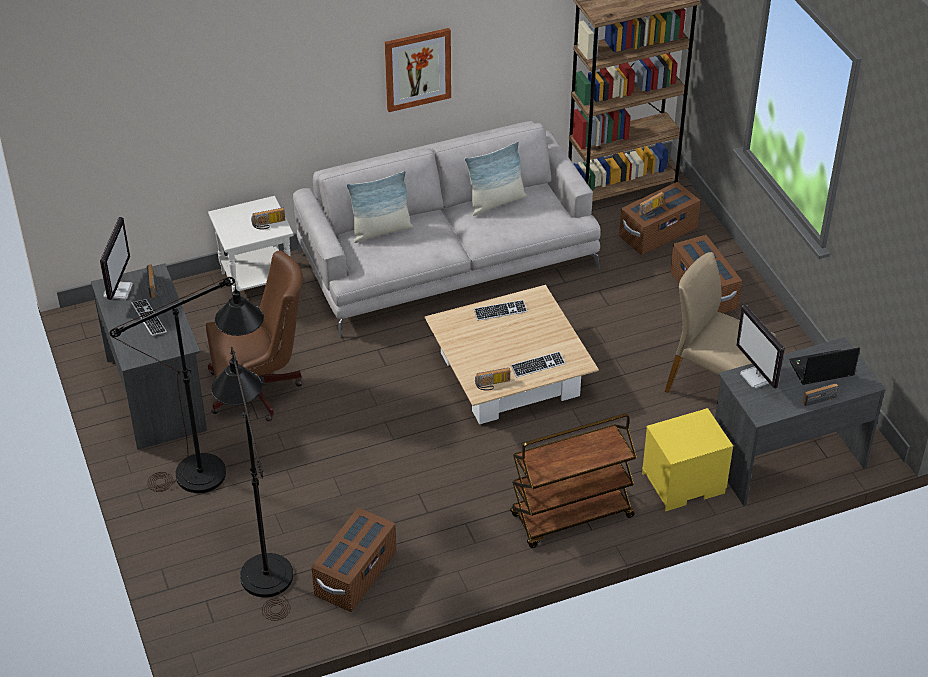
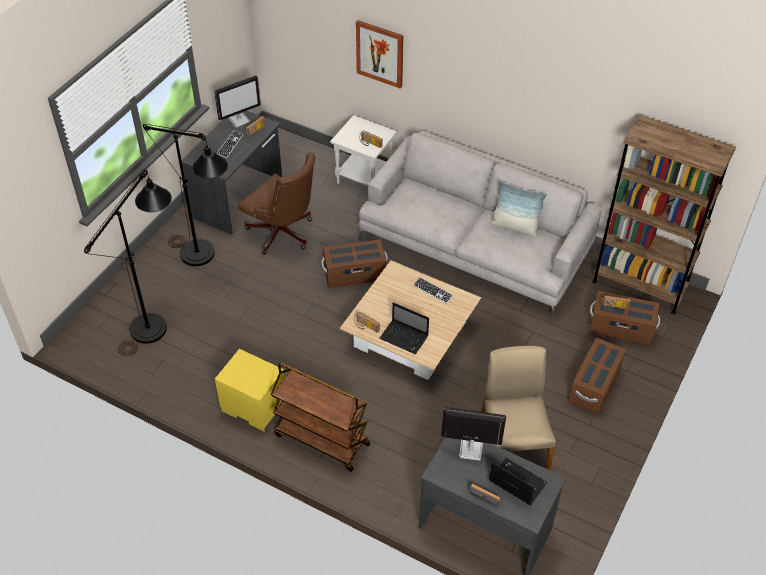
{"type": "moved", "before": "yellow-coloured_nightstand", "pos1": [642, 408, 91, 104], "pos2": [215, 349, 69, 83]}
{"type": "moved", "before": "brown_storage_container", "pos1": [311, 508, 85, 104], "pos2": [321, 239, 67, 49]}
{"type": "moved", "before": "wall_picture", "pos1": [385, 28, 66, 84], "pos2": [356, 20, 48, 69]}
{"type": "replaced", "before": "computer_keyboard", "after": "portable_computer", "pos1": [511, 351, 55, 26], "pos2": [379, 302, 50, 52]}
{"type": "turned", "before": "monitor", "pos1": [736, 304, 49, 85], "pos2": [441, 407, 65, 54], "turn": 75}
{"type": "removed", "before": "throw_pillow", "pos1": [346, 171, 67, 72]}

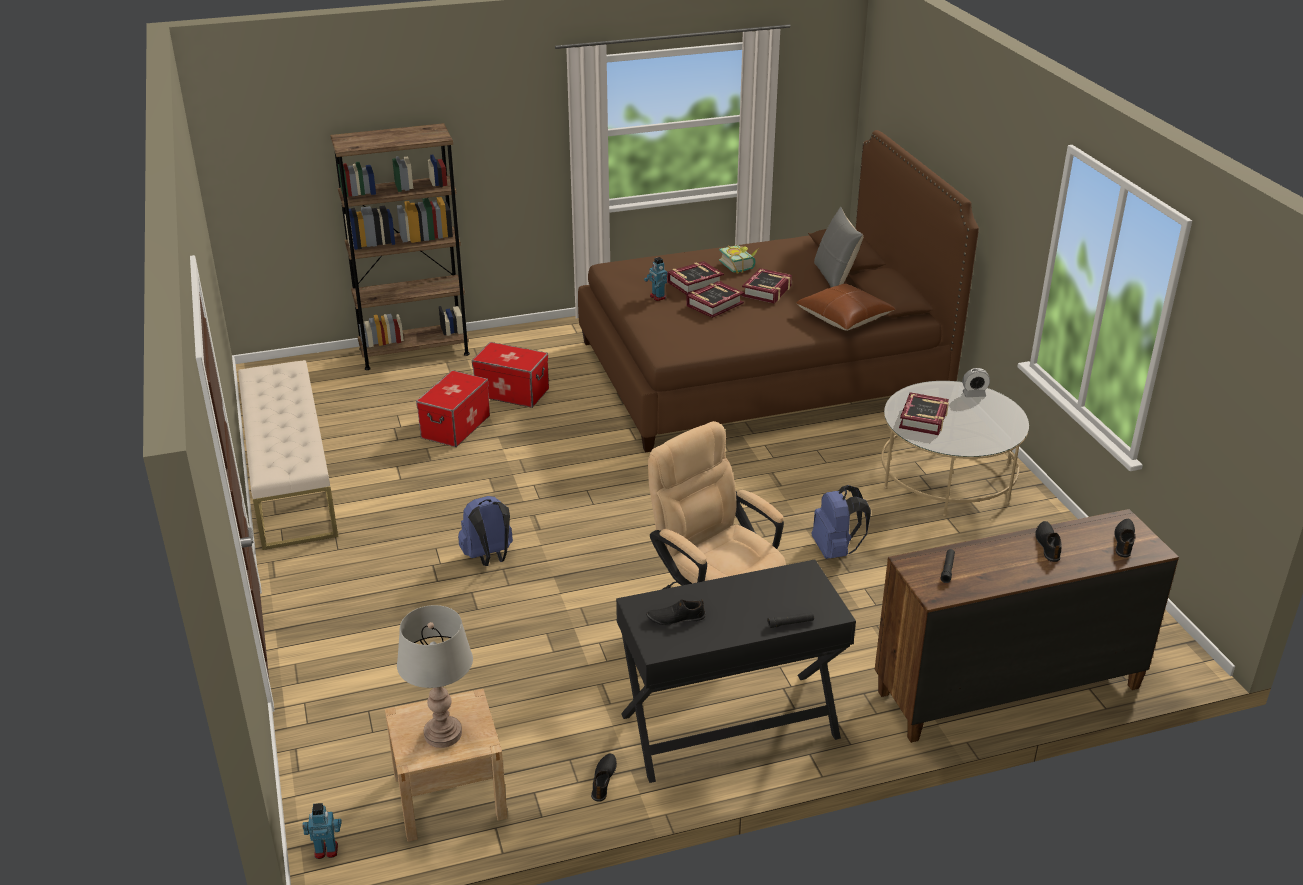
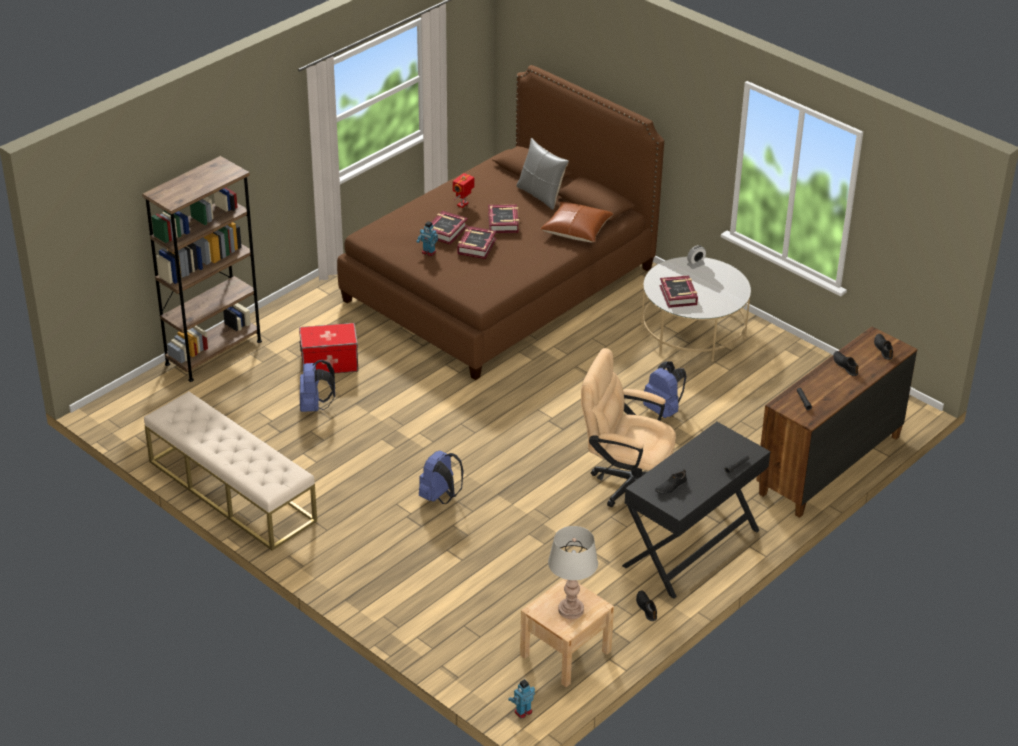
{"type": "replaced", "before": "storage_container", "after": "blue-coloured_knapsack", "pos1": [416, 370, 74, 77], "pos2": [300, 360, 35, 52]}
{"type": "replaced", "before": "book", "after": "model_robot", "pos1": [719, 245, 40, 29], "pos2": [453, 173, 21, 35]}

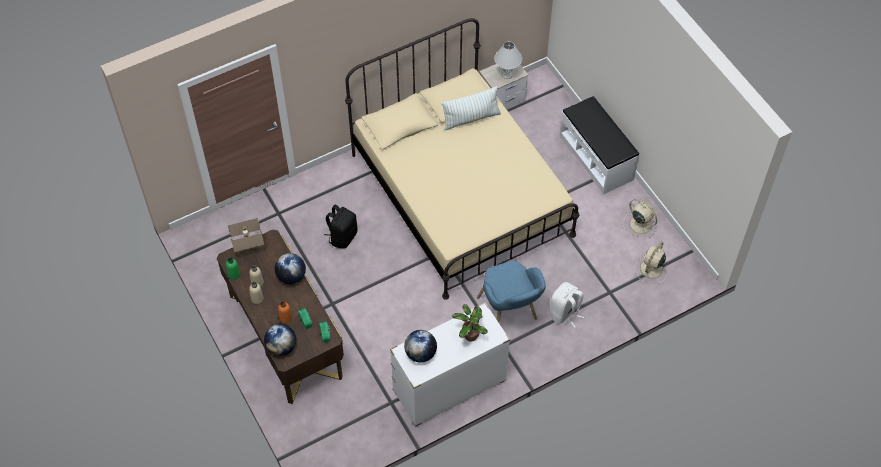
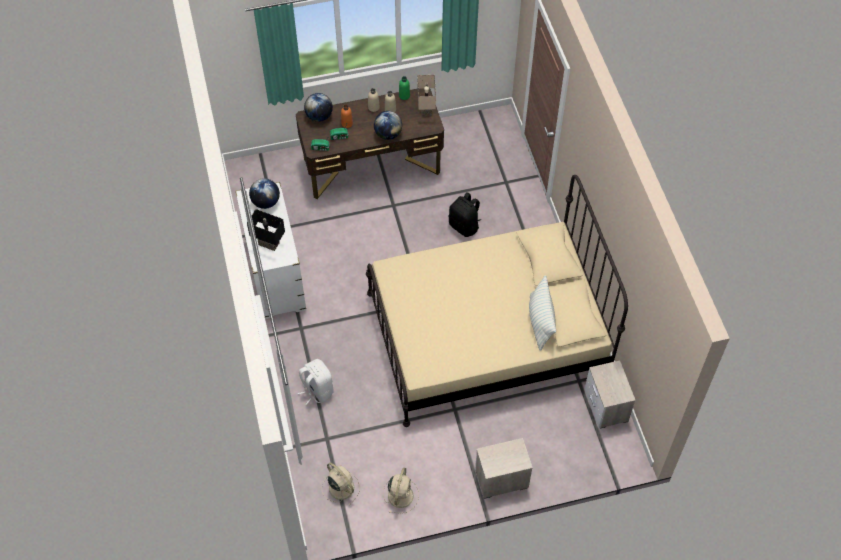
{"type": "replaced", "before": "houseplant", "after": "blackish_tabletop_lamp", "pos1": [452, 304, 36, 38], "pos2": [247, 209, 38, 42]}
{"type": "turned", "before": "sand-coloured_cooling_fan", "pos1": [623, 199, 34, 39], "pos2": [383, 468, 36, 45], "turn": -45}
{"type": "replaced", "before": "whitish_indoor_bench", "after": "nightstand", "pos1": [560, 96, 79, 99], "pos2": [475, 438, 58, 61]}
{"type": "removed", "before": "blue-coloured_easy_chair", "pos1": [477, 260, 69, 63]}
{"type": "removed", "before": "whitish_tabletop_lamp", "pos1": [494, 41, 28, 38]}

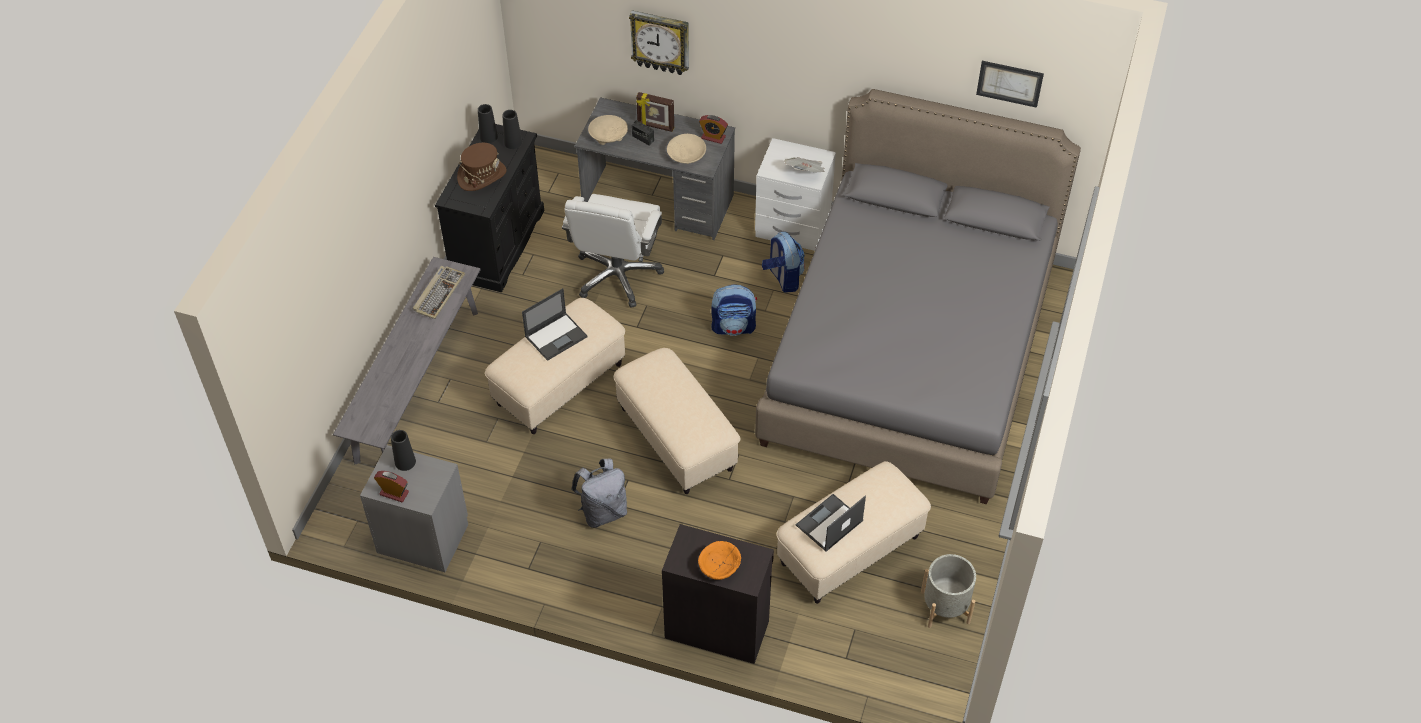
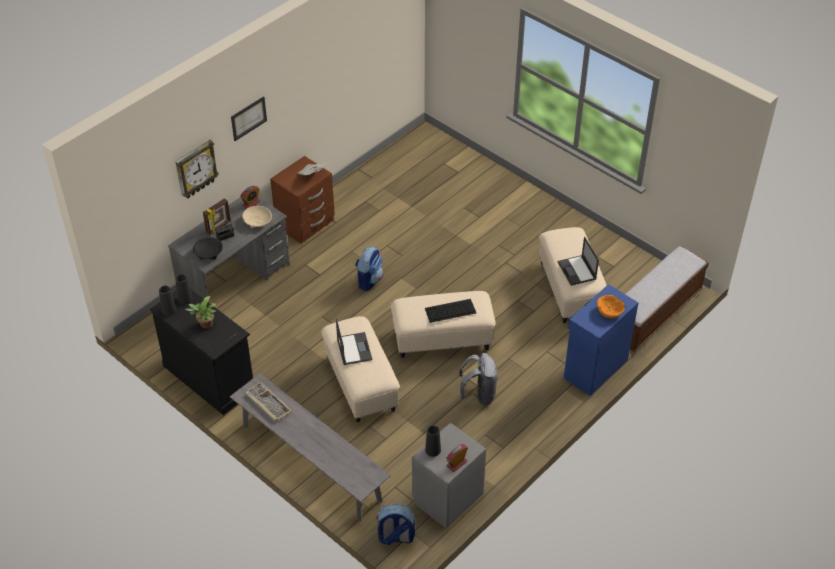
{"type": "replaced", "before": "brown_clothing_hat", "after": "houseplant", "pos1": [457, 143, 50, 48], "pos2": [185, 296, 32, 33]}
{"type": "recoloured", "before": "sand-coloured_serving_bowl", "after": "blackish_serving_bowl", "pos1": [588, 115, 40, 30], "pos2": [193, 237, 30, 23]}
{"type": "moved", "before": "wall_picture", "pos1": [976, 61, 68, 47], "pos2": [231, 96, 36, 45]}
{"type": "recoloured", "before": "whitish_nightstand", "after": "brown_nightstand", "pos1": [755, 138, 81, 113], "pos2": [270, 156, 65, 88]}
{"type": "moved", "before": "knapsack", "pos1": [762, 232, 43, 61], "pos2": [376, 504, 39, 41]}
{"type": "added", "after": "computer_keyboard", "pos2": [425, 299, 51, 24]}
{"type": "recoloured", "before": "blackish_storage_cabinet", "after": "blue-coloured_storage_cabinet", "pos1": [662, 524, 112, 140], "pos2": [564, 284, 74, 112]}
{"type": "added", "after": "indoor_bench", "pos2": [625, 246, 84, 107]}
{"type": "removed", "before": "whitish_office_chair", "pos1": [562, 194, 102, 114]}
{"type": "removed", "before": "gray_sleeping_bed", "pos1": [755, 89, 326, 415]}
{"type": "removed", "before": "gray_flower_pot", "pos1": [921, 554, 55, 74]}

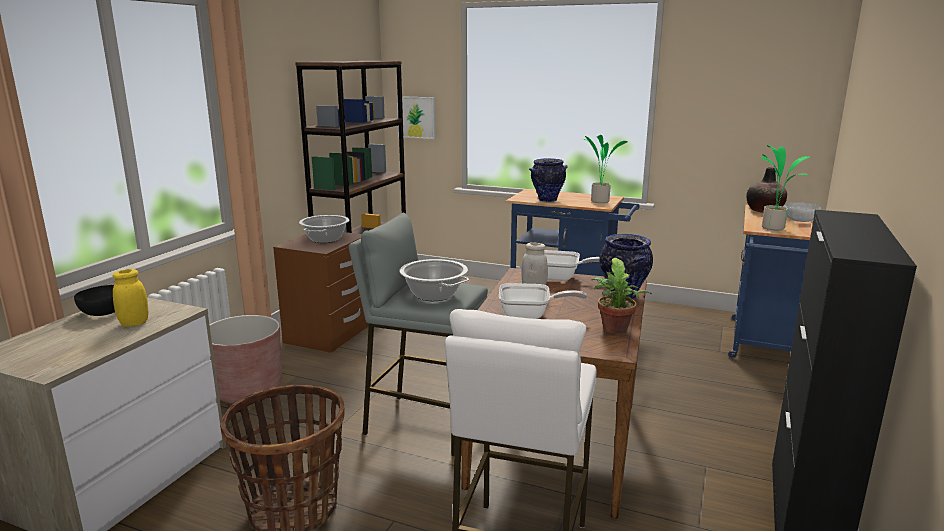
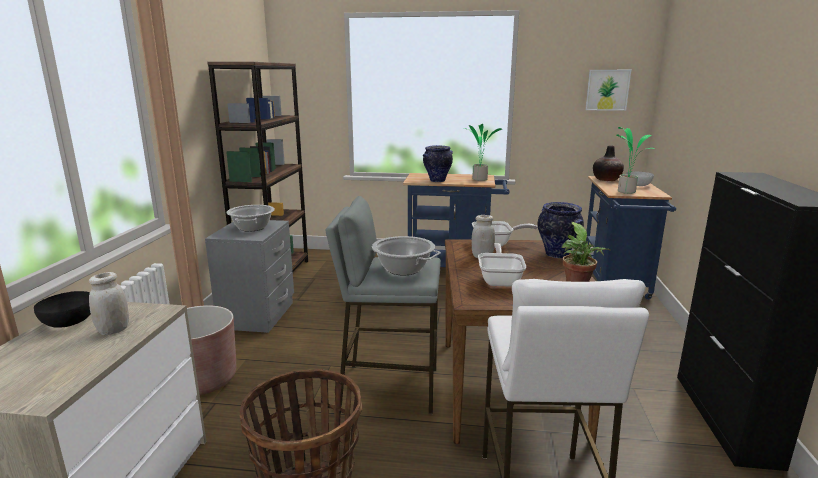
{"type": "recoloured", "before": "yellow-coloured_preserve_jar", "after": "whitish_preserve_jar", "pos1": [113, 269, 35, 58], "pos2": [89, 272, 40, 63]}
{"type": "recoloured", "before": "brown_nightstand", "after": "gray_nightstand", "pos1": [273, 232, 96, 121], "pos2": [205, 220, 89, 113]}
{"type": "turned", "before": "frying_pan", "pos1": [499, 283, 88, 36], "pos2": [478, 243, 48, 44], "turn": -75}
{"type": "moved", "before": "wall_picture", "pos1": [397, 96, 38, 43], "pos2": [585, 70, 46, 41]}

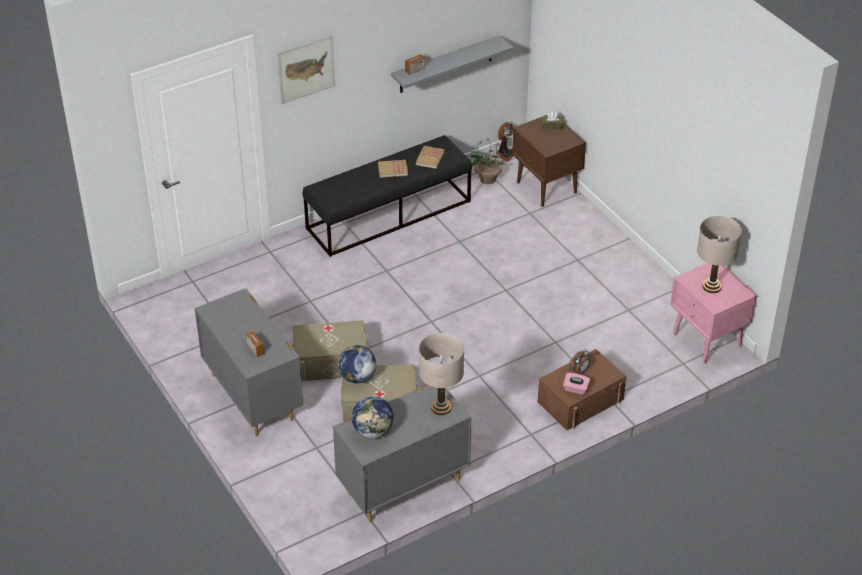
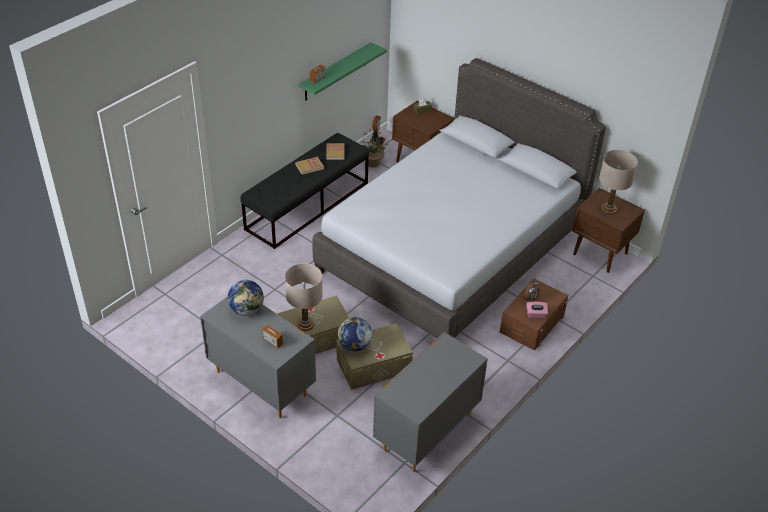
{"type": "moved", "before": "desk_globe", "pos1": [352, 396, 41, 42], "pos2": [227, 280, 37, 36]}
{"type": "moved", "before": "sand-coloured_tabletop_lamp", "pos1": [419, 333, 45, 82], "pos2": [285, 263, 38, 68]}
{"type": "recoloured", "before": "gray_wall_shelf", "after": "green-coloured_wall_shelf", "pos1": [391, 35, 123, 58], "pos2": [299, 42, 88, 59]}
{"type": "added", "after": "gray_sleeping_bed", "pos2": [312, 58, 294, 280]}
{"type": "recoloured", "before": "pink_nightstand", "after": "brown_nightstand", "pos1": [670, 263, 87, 101], "pos2": [572, 188, 73, 85]}
{"type": "removed", "before": "wall_picture", "pos1": [277, 35, 58, 69]}

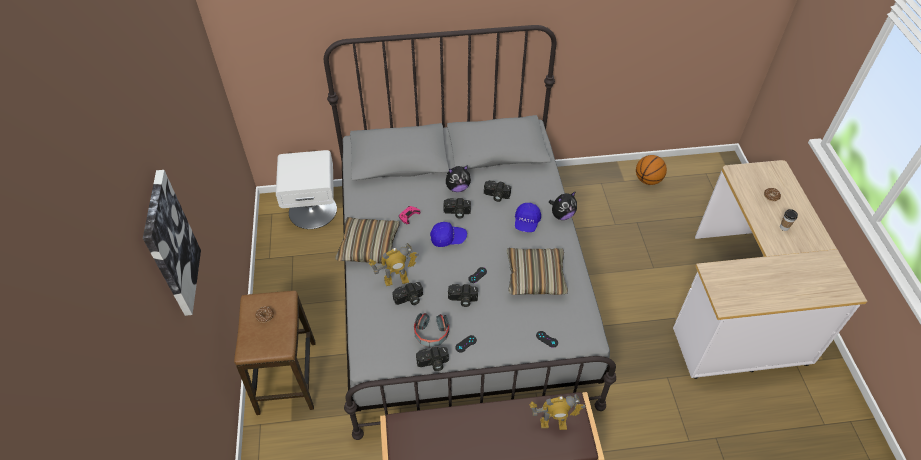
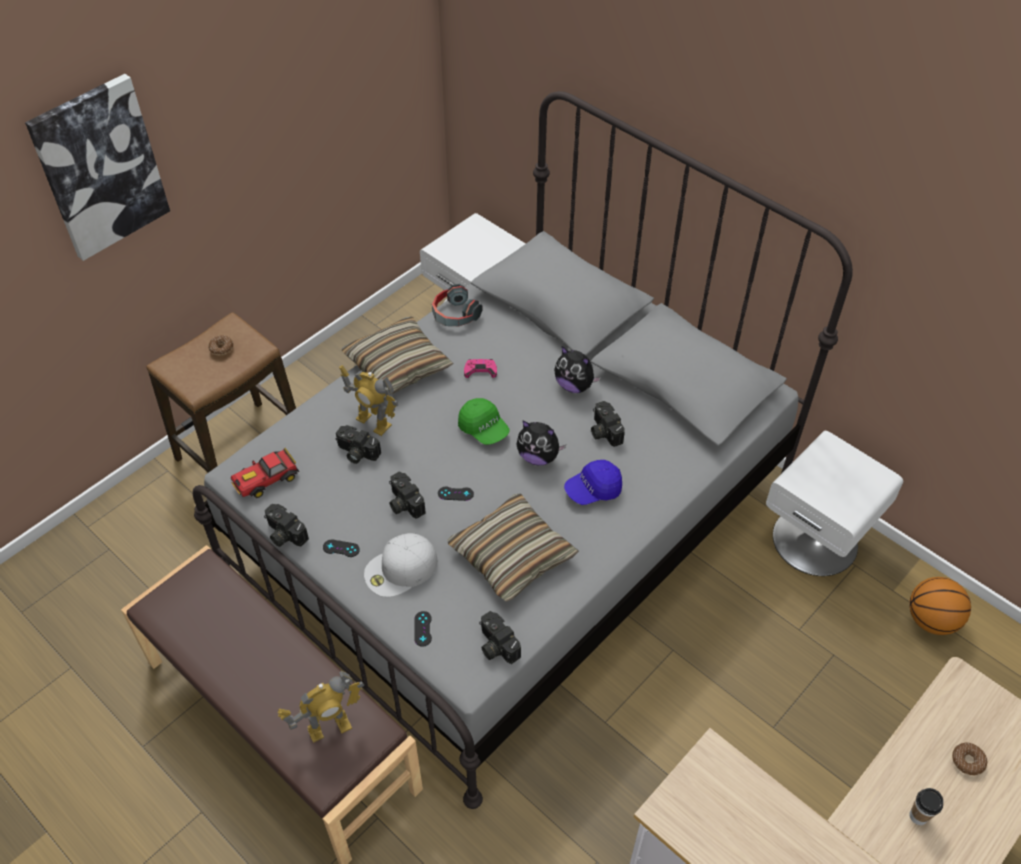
{"type": "added", "after": "toy_car", "pos2": [231, 448, 68, 50]}
{"type": "turned", "before": "model_robot", "pos1": [529, 394, 56, 36], "pos2": [278, 671, 86, 72], "turn": -75}
{"type": "added", "after": "whitish_cap", "pos2": [364, 533, 73, 64]}
{"type": "moved", "before": "headphones", "pos1": [414, 313, 35, 35], "pos2": [432, 284, 50, 42]}
{"type": "recoloured", "before": "blue-coloured_cap", "after": "green-coloured_cap", "pos1": [430, 222, 37, 25], "pos2": [458, 398, 51, 47]}
{"type": "moved", "before": "photo_camera", "pos1": [443, 198, 28, 21], "pos2": [479, 611, 42, 53]}
{"type": "moved", "before": "plush_toy", "pos1": [549, 191, 28, 29], "pos2": [516, 420, 50, 46]}
{"type": "added", "after": "whitish_nightstand", "pos2": [766, 431, 137, 145]}

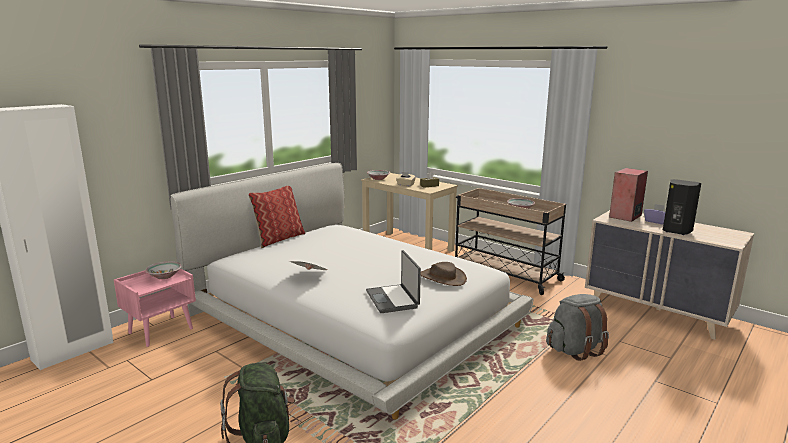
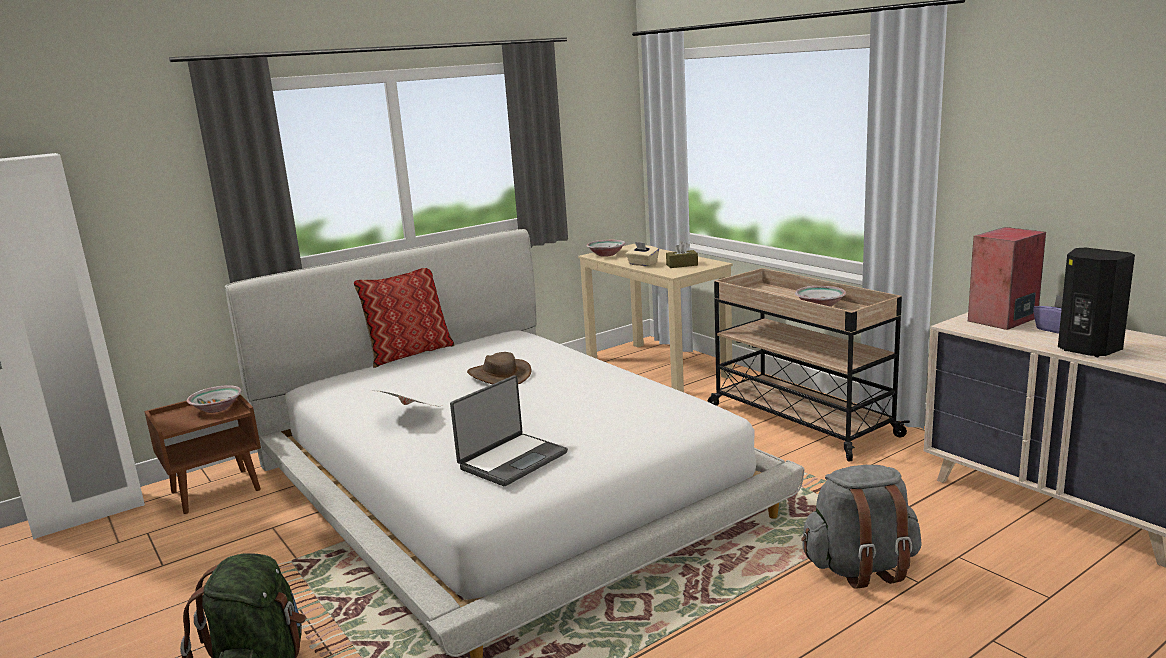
{"type": "recoloured", "before": "pink_nightstand", "after": "brown_nightstand", "pos1": [114, 269, 82, 78], "pos2": [144, 395, 117, 119]}
{"type": "turned", "before": "portable_computer", "pos1": [366, 250, 55, 63], "pos2": [450, 375, 118, 111], "turn": -135}
{"type": "moved", "before": "brown_clothing_hat", "pos1": [421, 262, 46, 24], "pos2": [467, 352, 64, 32]}

